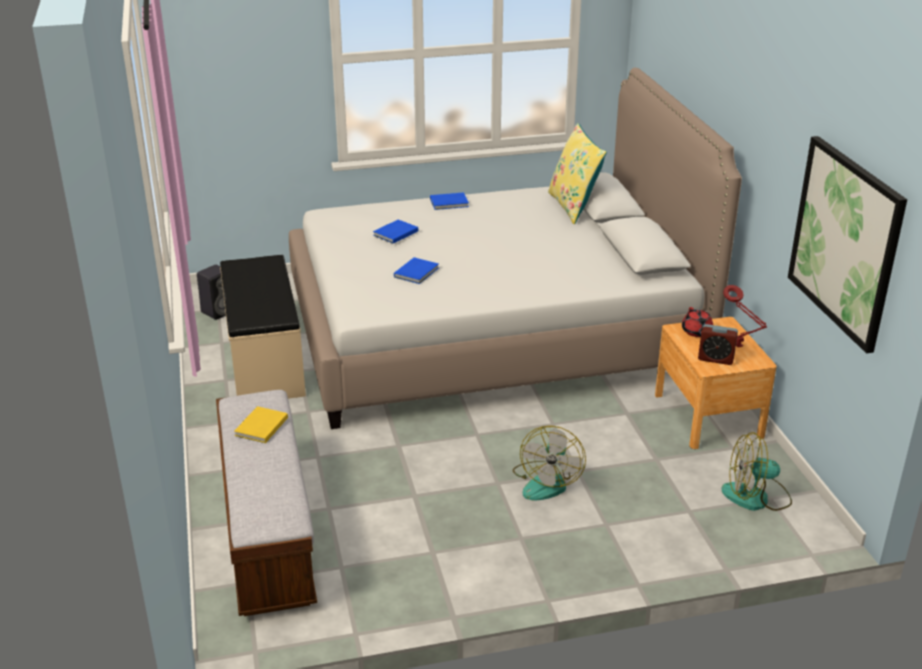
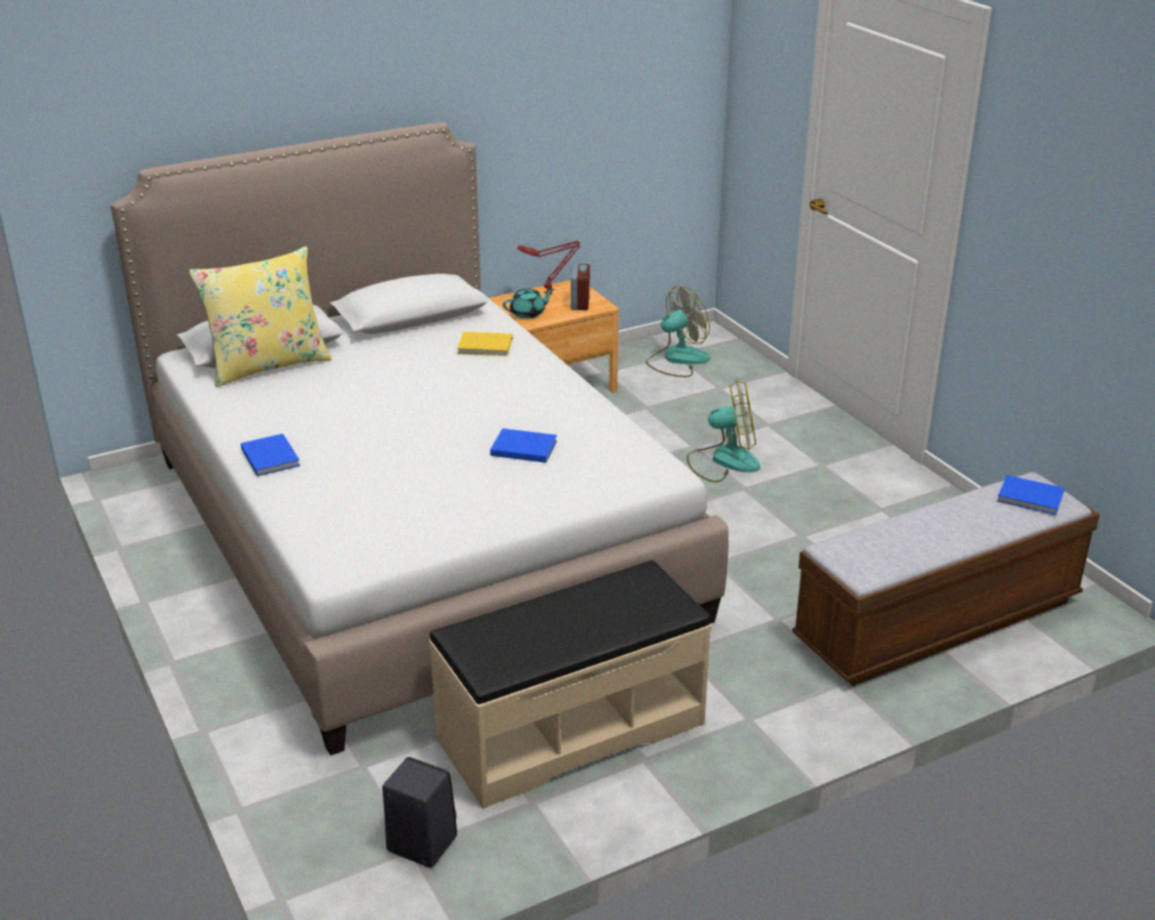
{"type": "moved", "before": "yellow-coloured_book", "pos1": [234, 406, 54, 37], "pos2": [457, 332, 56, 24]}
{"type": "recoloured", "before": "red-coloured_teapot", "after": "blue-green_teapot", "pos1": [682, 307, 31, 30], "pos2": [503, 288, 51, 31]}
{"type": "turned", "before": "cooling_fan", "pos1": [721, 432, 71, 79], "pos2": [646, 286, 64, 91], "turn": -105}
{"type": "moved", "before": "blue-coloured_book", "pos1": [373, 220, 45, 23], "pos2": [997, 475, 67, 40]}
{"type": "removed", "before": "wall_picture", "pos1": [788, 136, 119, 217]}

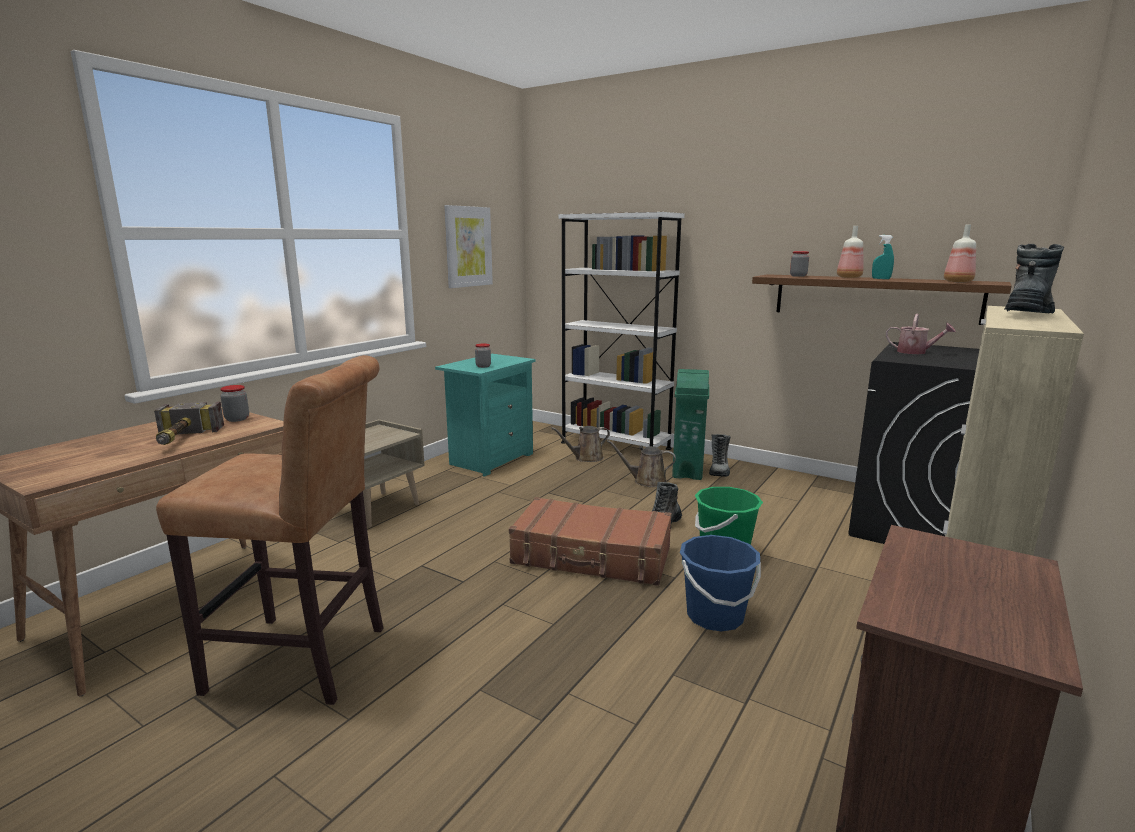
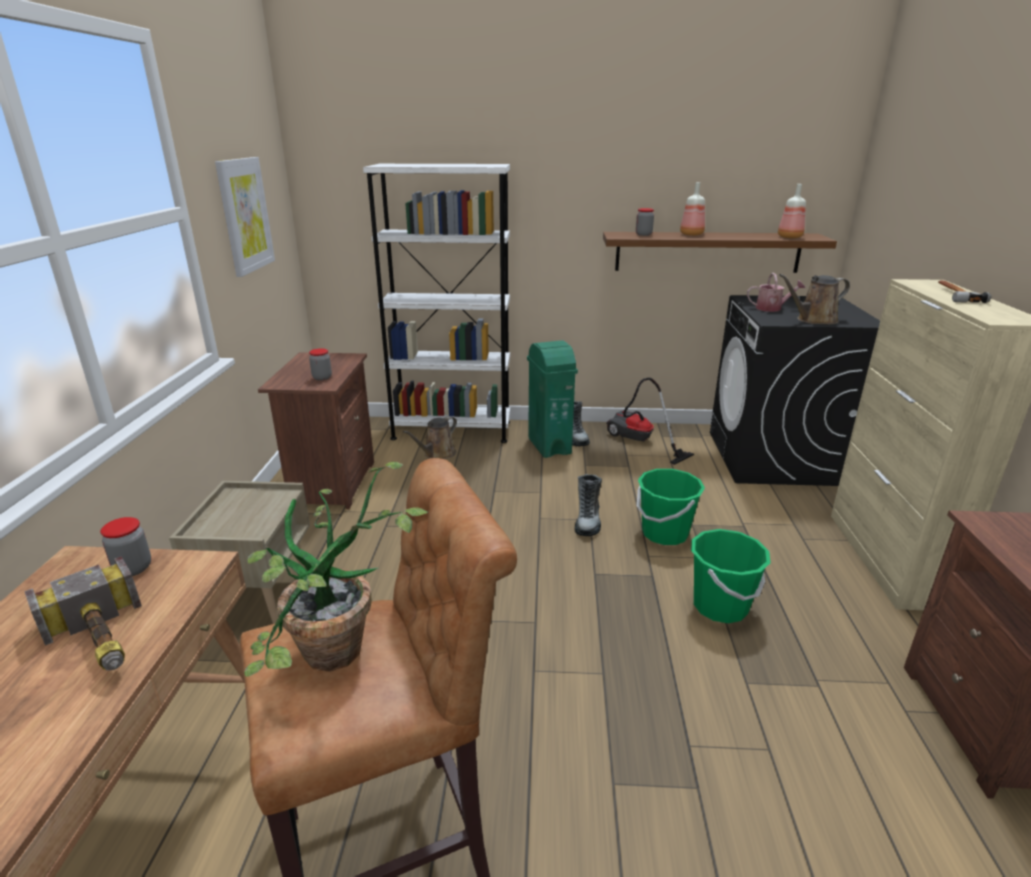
{"type": "added", "after": "houseplant", "pos2": [245, 462, 184, 215]}
{"type": "recoloured", "before": "blue-green_nightstand", "after": "brown_nightstand", "pos1": [435, 354, 101, 123], "pos2": [258, 352, 116, 157]}
{"type": "added", "after": "vacuum_cleaner", "pos2": [606, 378, 88, 87]}
{"type": "recoloured", "before": "blue-coloured_water_bucket", "after": "green-coloured_water_bucket", "pos1": [680, 535, 81, 97], "pos2": [691, 529, 80, 94]}
{"type": "moved", "before": "brown_sprinkling_can", "pos1": [607, 440, 69, 47], "pos2": [779, 274, 71, 51]}
{"type": "replaced", "before": "high-top_boot", "after": "hammer", "pos1": [1004, 244, 60, 69], "pos2": [938, 280, 53, 23]}
{"type": "removed", "before": "brown_suitcase", "pos1": [509, 497, 163, 89]}
{"type": "removed", "before": "blue-green_spray_bottle", "pos1": [872, 235, 22, 44]}

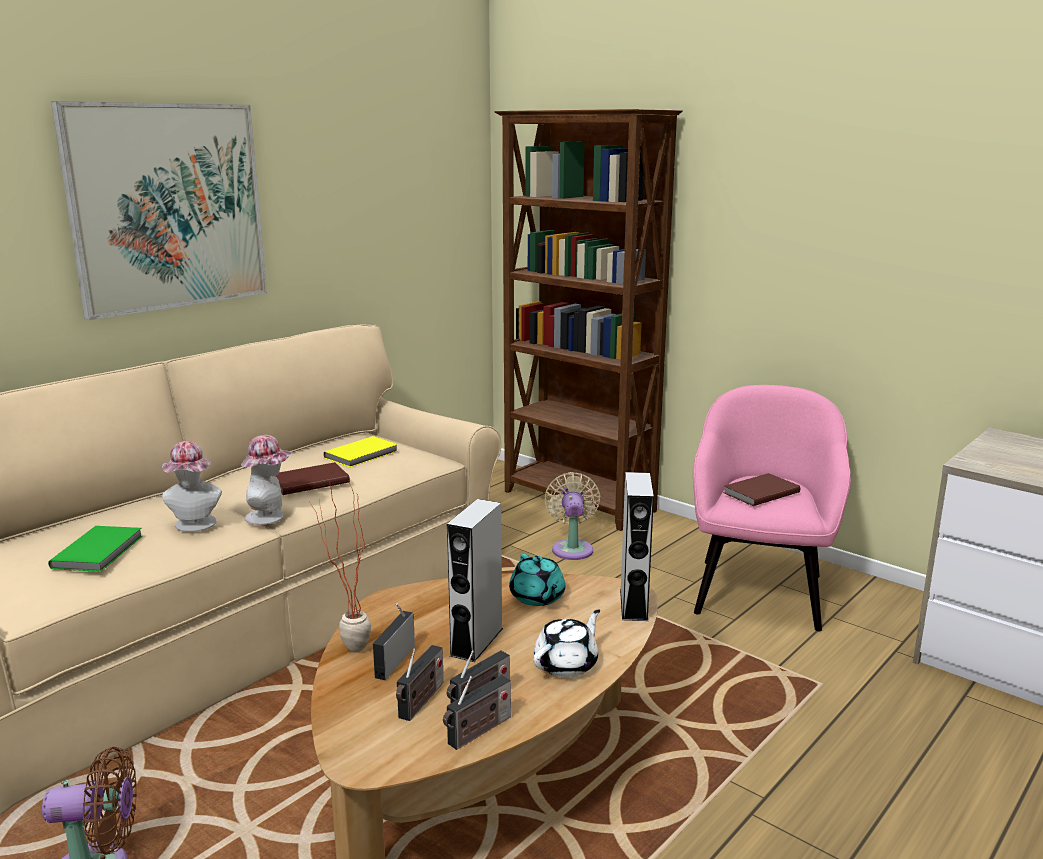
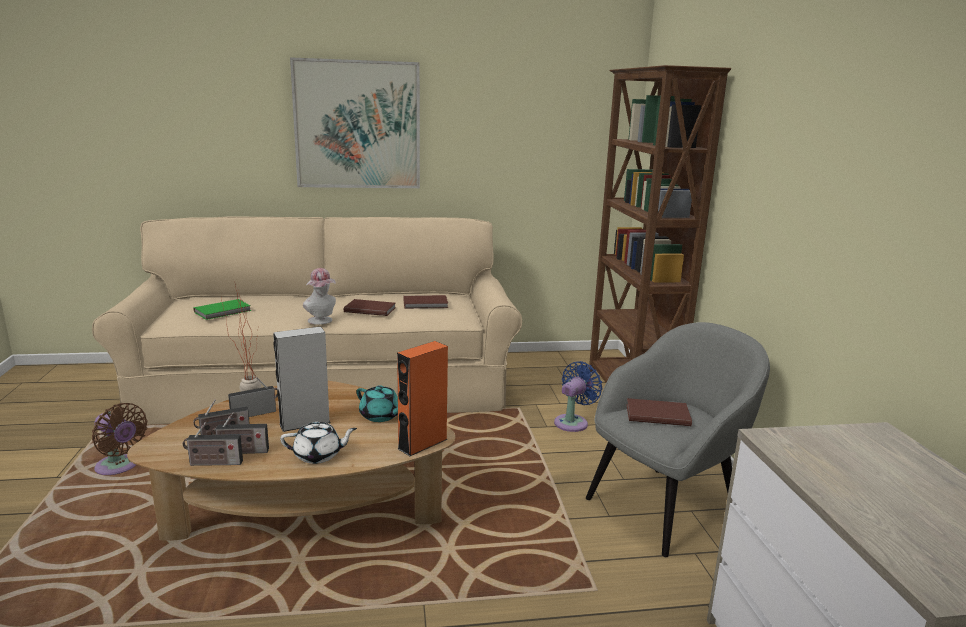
{"type": "turned", "before": "blue-green_teapot", "pos1": [509, 554, 56, 52], "pos2": [357, 385, 41, 37], "turn": -75}
{"type": "recoloured", "before": "gray_loudspeaker", "after": "orange-coloured_loudspeaker", "pos1": [620, 472, 34, 149], "pos2": [397, 341, 51, 115]}
{"type": "recoloured", "before": "yellow-coloured_book", "after": "brown_book", "pos1": [323, 436, 75, 31], "pos2": [403, 295, 45, 14]}
{"type": "recoloured", "before": "sand-coloured_cooling_fan", "after": "blue-coloured_cooling_fan", "pos1": [544, 472, 56, 88], "pos2": [554, 361, 48, 71]}
{"type": "recoloured", "before": "pink_easy_chair", "after": "gray_easy_chair", "pos1": [693, 385, 158, 247], "pos2": [586, 322, 184, 235]}
{"type": "removed", "before": "clothing_hat", "pos1": [162, 441, 60, 91]}

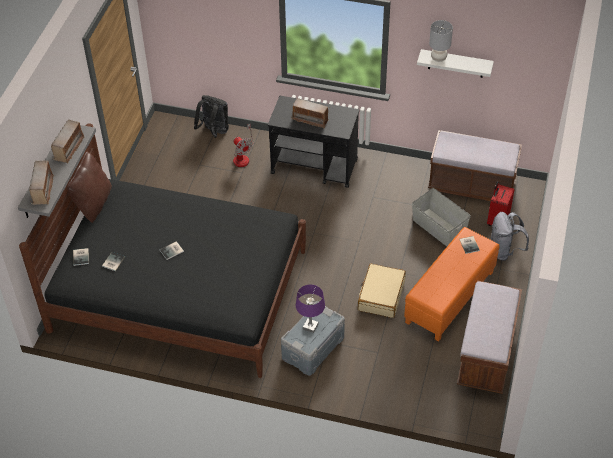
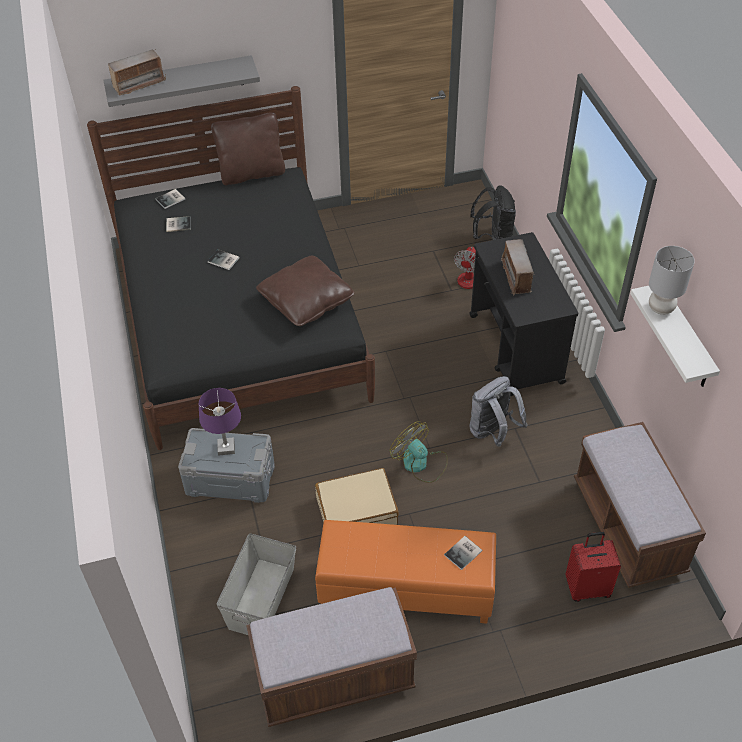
{"type": "moved", "before": "gray_storage_container", "pos1": [412, 188, 59, 58], "pos2": [217, 533, 79, 102]}
{"type": "added", "after": "brown_throw_pillow", "pos2": [256, 256, 99, 70]}
{"type": "added", "after": "cooling_fan", "pos2": [390, 421, 58, 62]}
{"type": "moved", "before": "gray_knapsack", "pos1": [491, 212, 38, 49], "pos2": [470, 376, 58, 71]}
{"type": "removed", "before": "radio", "pos1": [51, 120, 34, 44]}

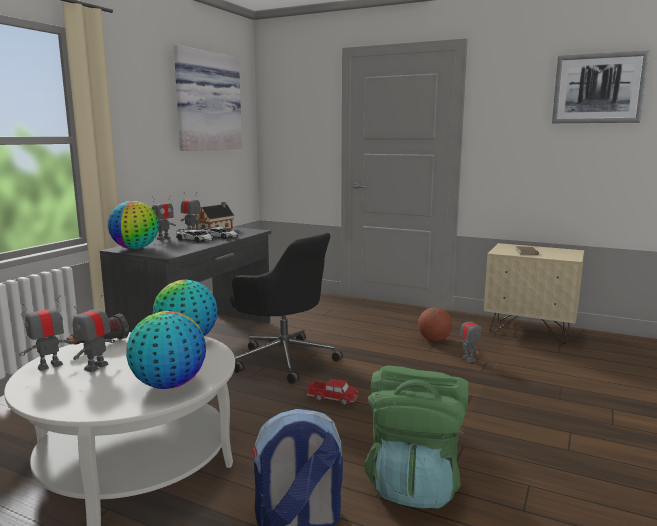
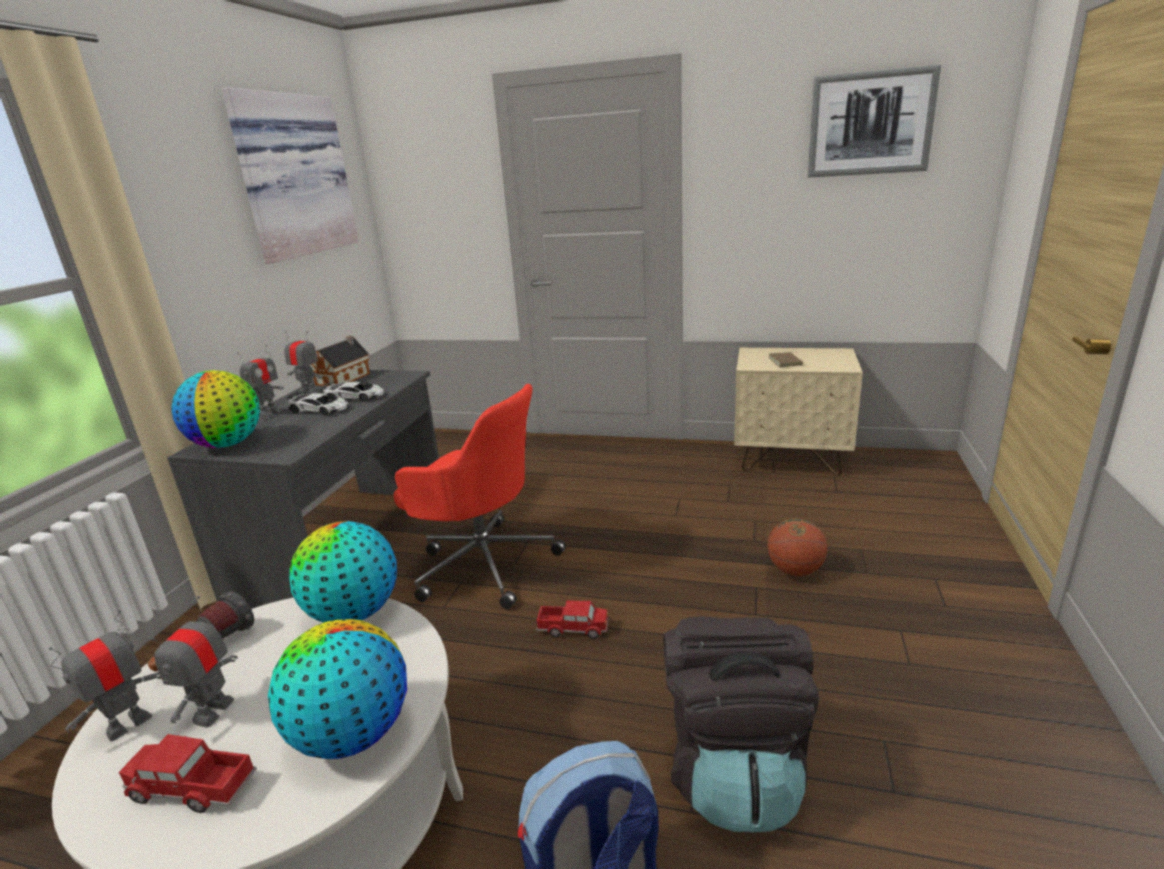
{"type": "added", "after": "model_truck", "pos2": [119, 734, 138, 79]}
{"type": "recoloured", "before": "blackish_office_chair", "after": "red-coloured_office_chair", "pos1": [230, 233, 113, 151], "pos2": [394, 384, 172, 225]}
{"type": "recoloured", "before": "green-coloured_knapsack", "after": "blackish_knapsack", "pos1": [365, 365, 103, 143], "pos2": [663, 616, 157, 216]}
{"type": "moved", "before": "basketball", "pos1": [418, 307, 34, 34], "pos2": [767, 518, 60, 58]}
{"type": "removed", "before": "model_robot", "pos1": [459, 313, 22, 49]}

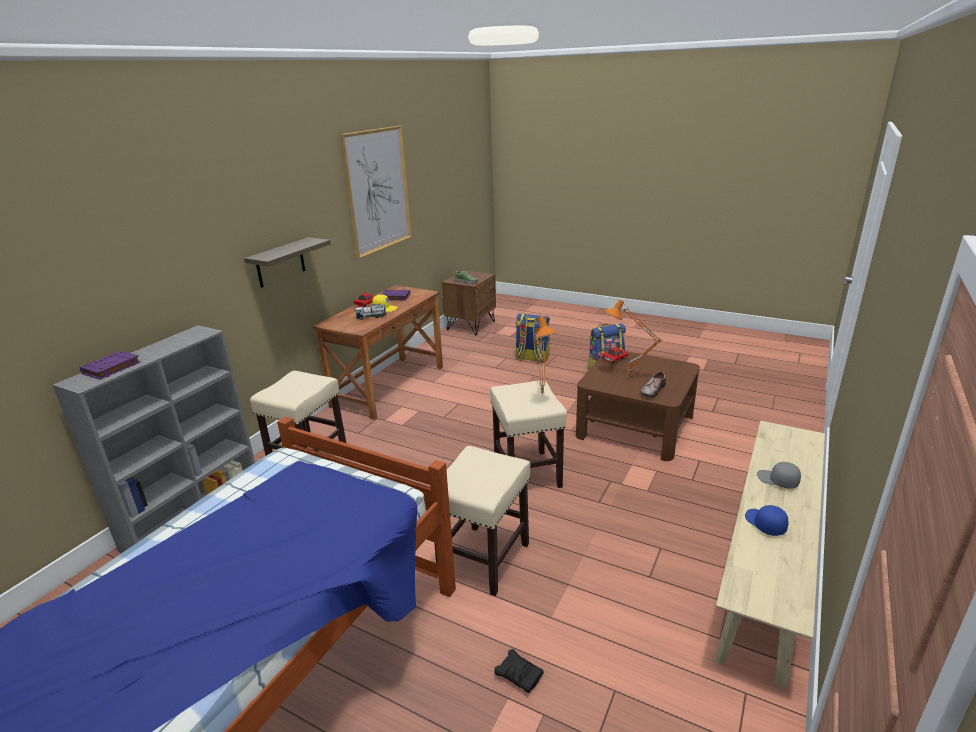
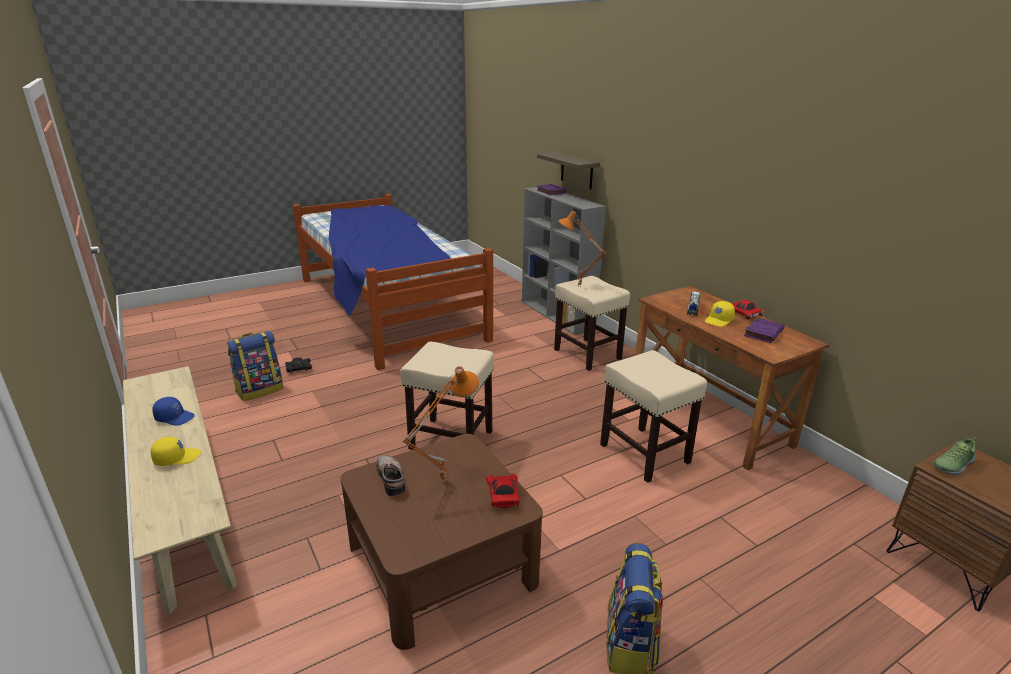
{"type": "recoloured", "before": "gray_cap", "after": "yellow-coloured_cap", "pos1": [757, 462, 44, 27], "pos2": [151, 437, 50, 29]}
{"type": "moved", "before": "knapsack", "pos1": [516, 314, 34, 48], "pos2": [227, 331, 56, 70]}
{"type": "moved", "before": "wall_shelf", "pos1": [244, 237, 87, 51], "pos2": [537, 152, 63, 37]}
{"type": "moved", "before": "orange-coloured_tabletop_lamp", "pos1": [535, 316, 22, 79], "pos2": [558, 211, 48, 76]}
{"type": "moved", "before": "sand-coloured_stool", "pos1": [429, 446, 101, 150], "pos2": [600, 350, 107, 133]}
{"type": "removed", "before": "wall_picture", "pos1": [340, 126, 72, 133]}

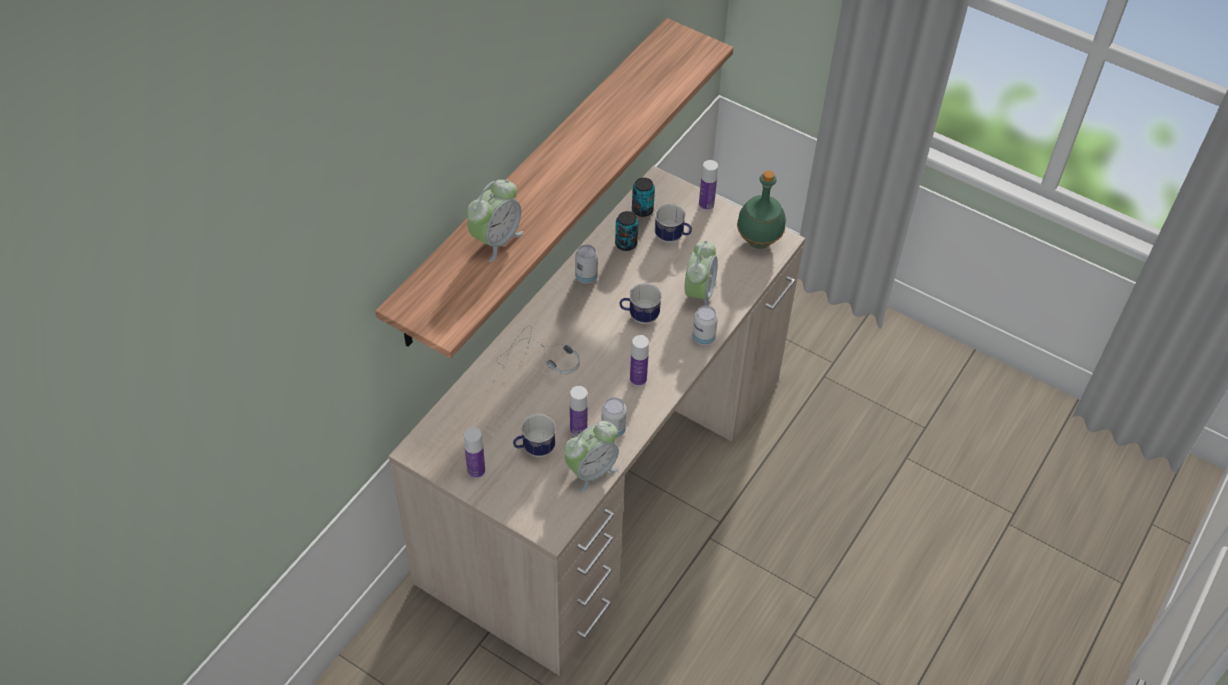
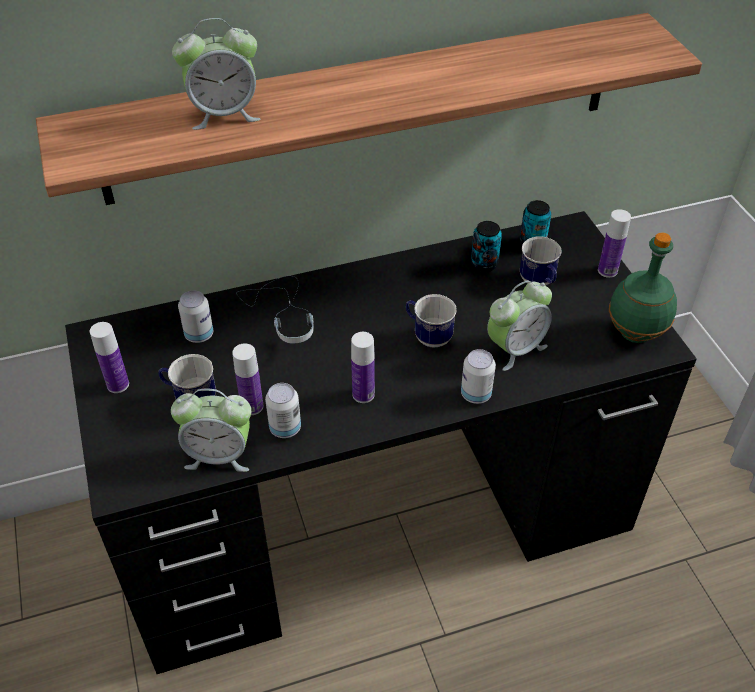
{"type": "recoloured", "before": "sand-coloured_desk_table", "after": "blackish_desk_table", "pos1": [389, 166, 416, 510], "pos2": [65, 211, 632, 463]}
{"type": "moved", "before": "metal_can", "pos1": [575, 245, 23, 39], "pos2": [178, 290, 35, 53]}

